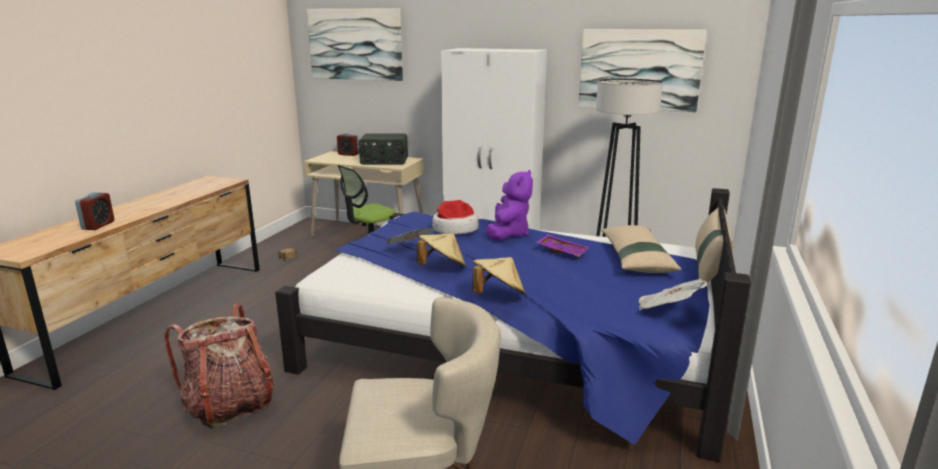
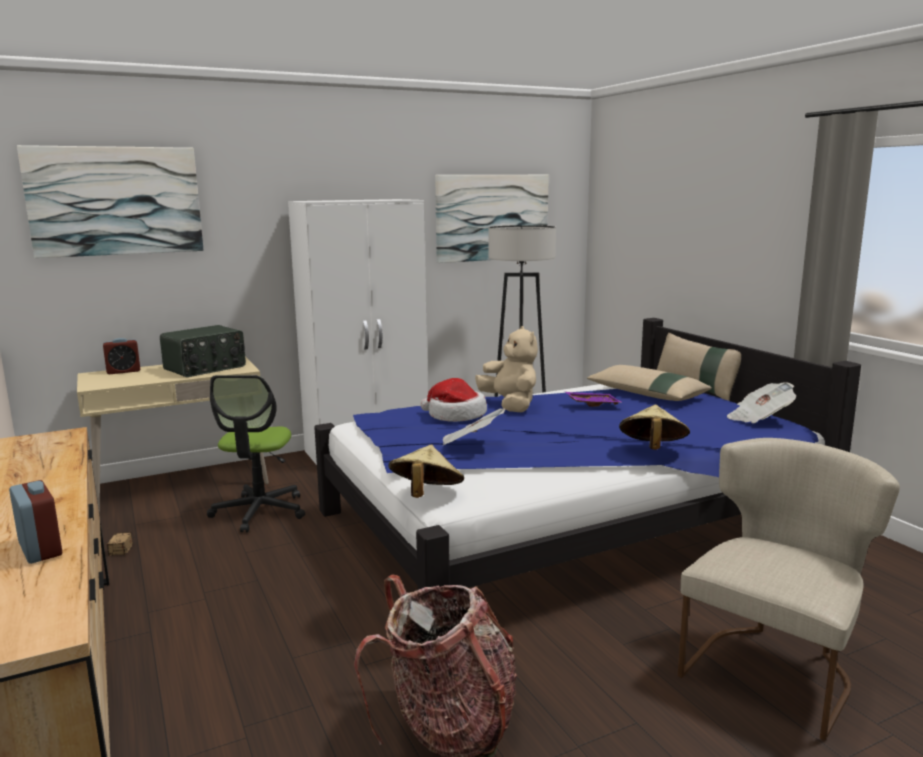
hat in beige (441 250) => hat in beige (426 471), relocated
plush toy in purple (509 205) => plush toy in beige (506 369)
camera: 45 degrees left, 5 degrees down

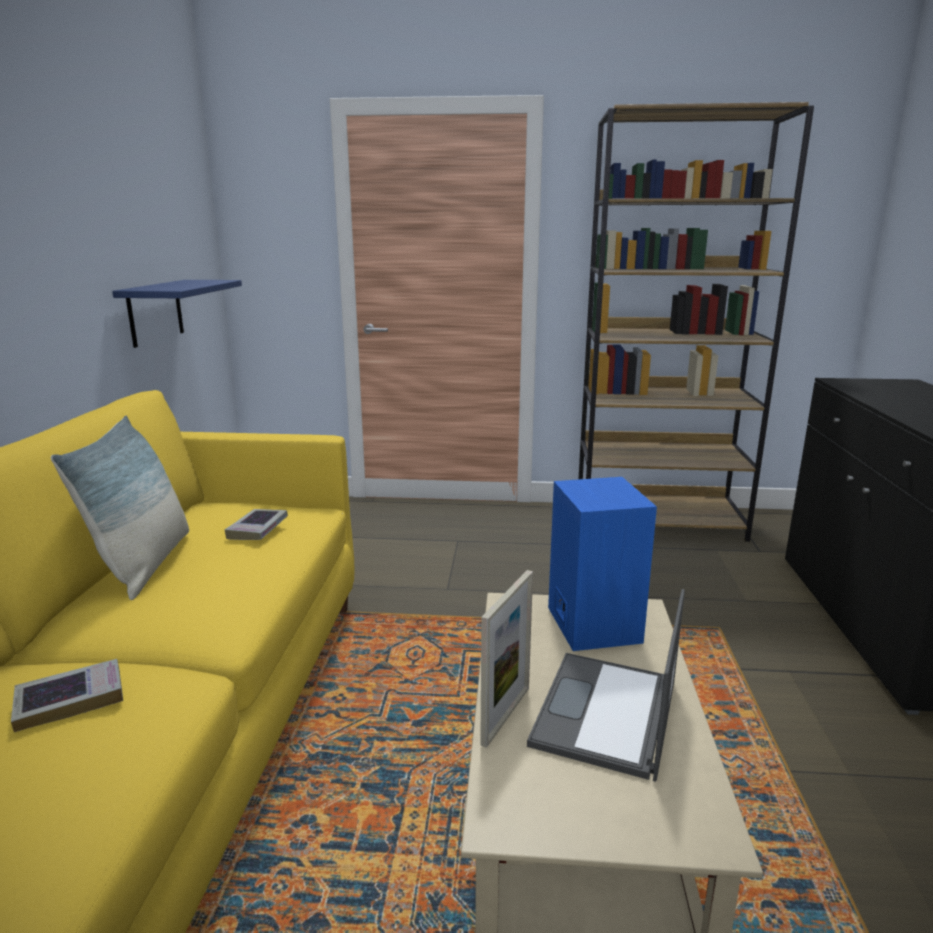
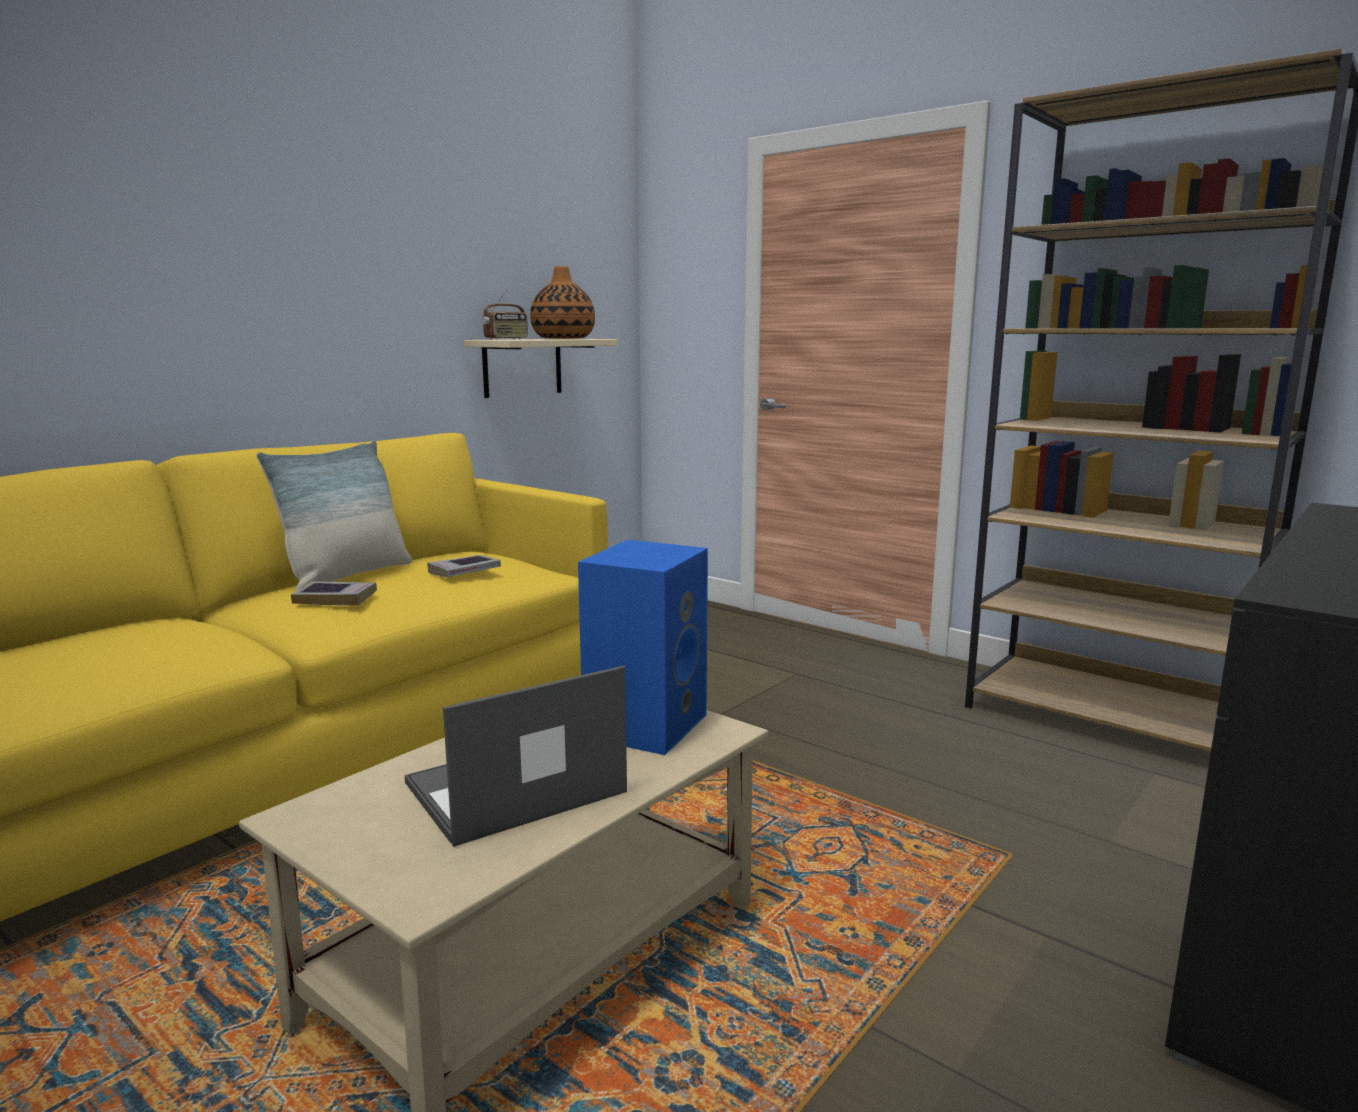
book (67 695) => book (334 593), relocated
shelf in blue (177 314) => shelf in beige (541 368)
nothing => radio (505 314)
nothing => vase (562 302)
picture frame (506 659) => nothing
camera: 35 degrees right, 5 degrees down

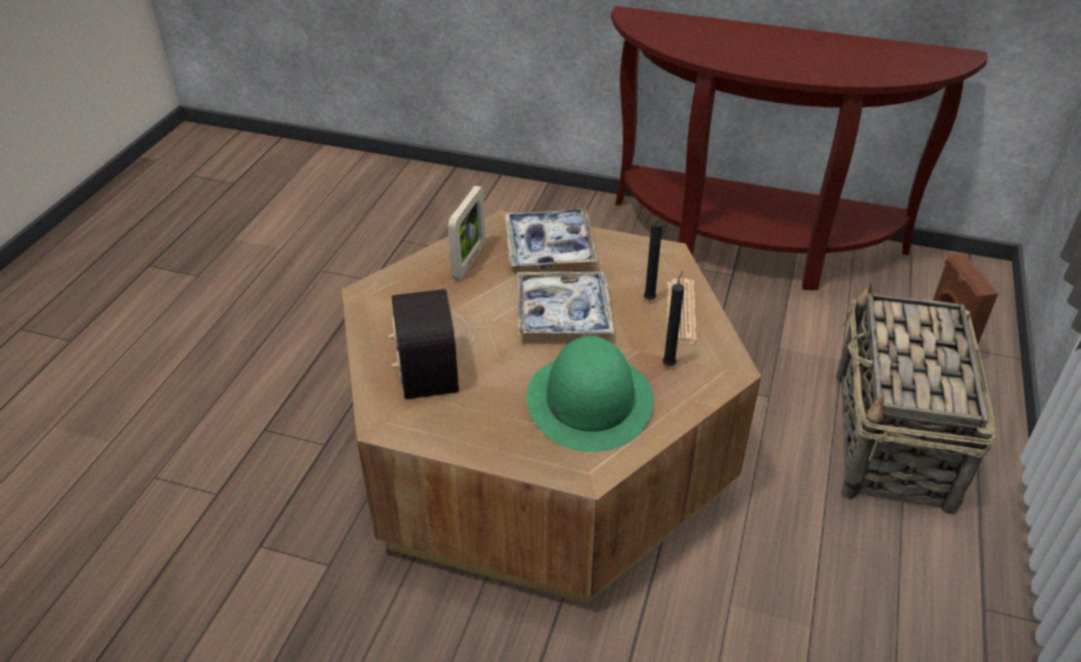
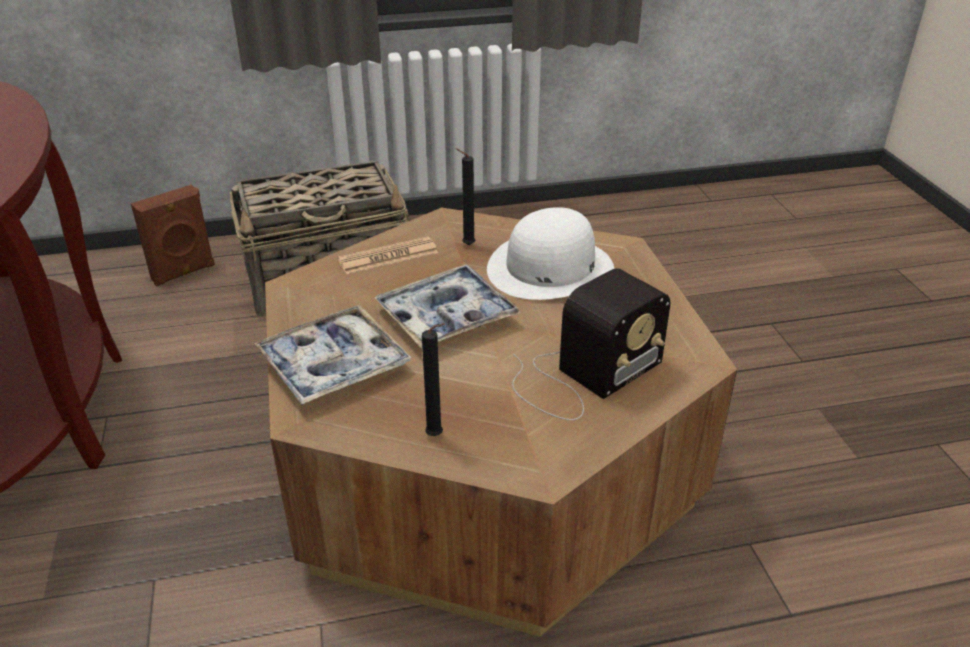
candle in black (653 259) => candle in black (433 379), relocated
hat in green (590 394) => hat in white (550 253)
picture frame (467 233) => nothing
camera: 120 degrees left, 5 degrees down

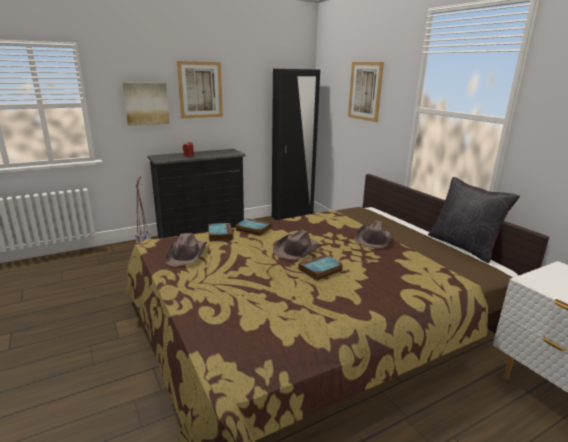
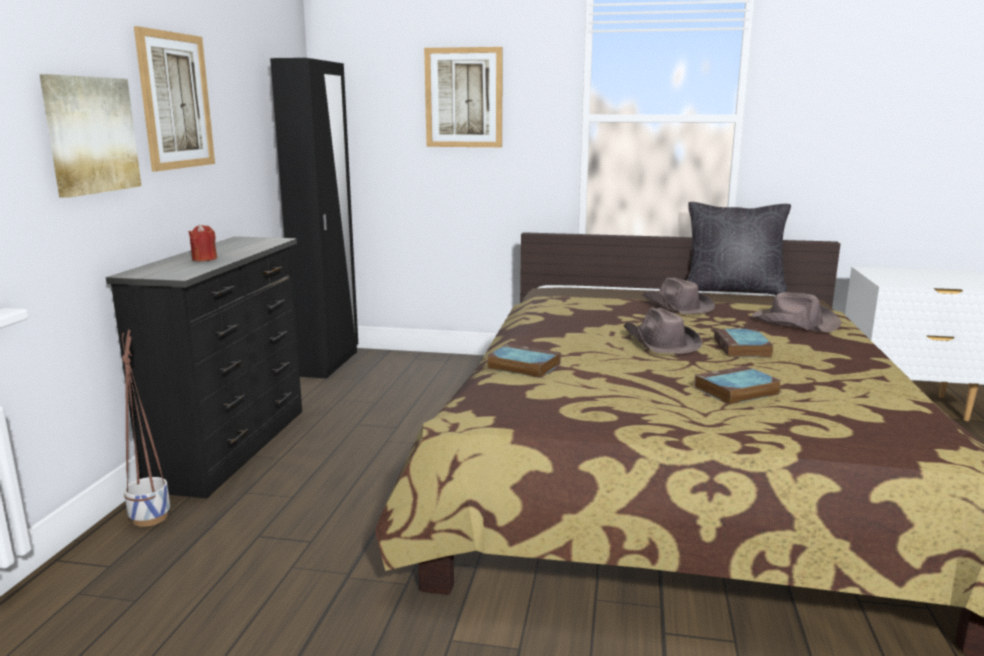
book (253 227) => book (738 385), relocated
hat in brown (186 249) => hat in brown (797 312), relocated
camera: 50 degrees left, 5 degrees down

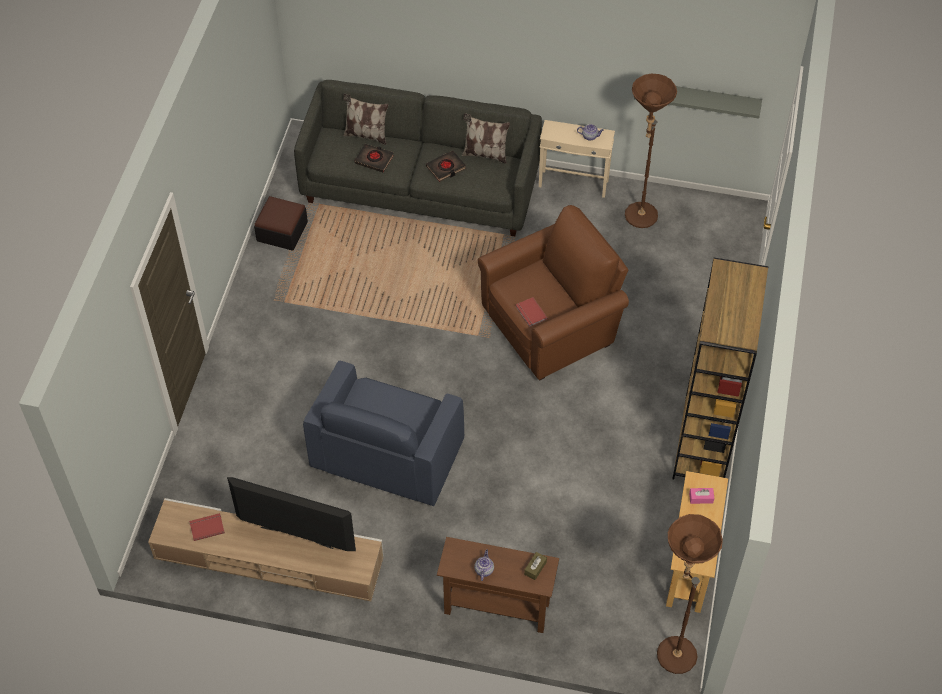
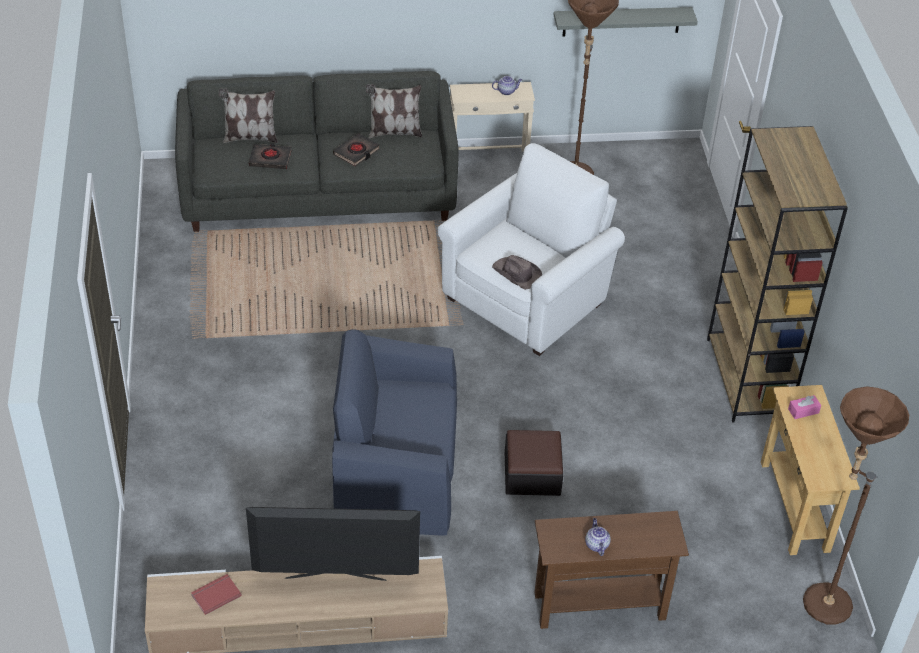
armchair in blue (383 433) => armchair in blue (394 432), 90 degrees clockwise
armchair in brown (553 293) => armchair in white (531 249)
book in red (531 312) => hat in brown (517 272)
ottoman (281 223) => ottoman (534 463), relocated
tissue box in brown (535 566) => nothing
camera: 20 degrees left, 10 degrees down

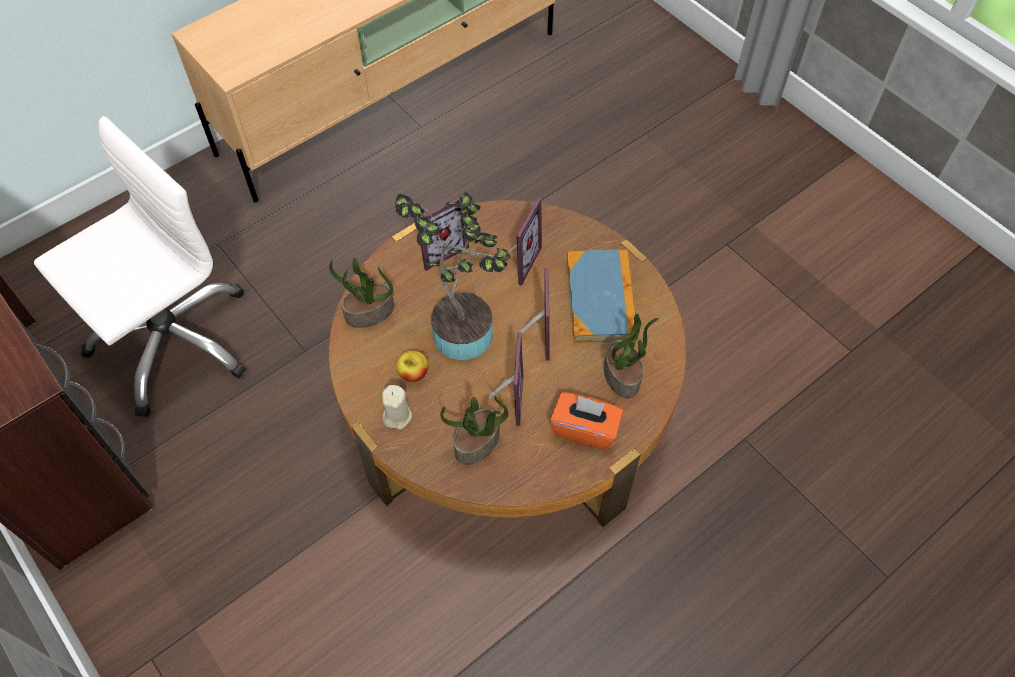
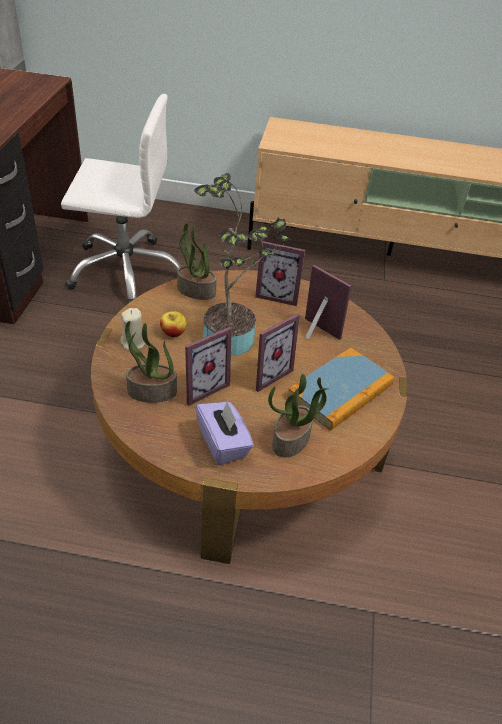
tissue box in orange (586 421) => tissue box in purple (225 432)
picture frame (525 241) => picture frame (328 302), 120 degrees counterclockwise
camera: 45 degrees right, 15 degrees down

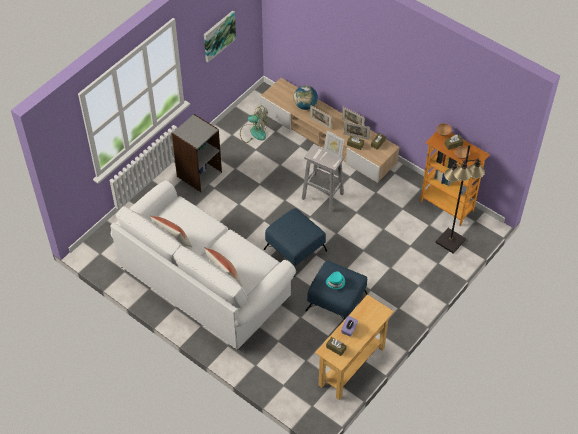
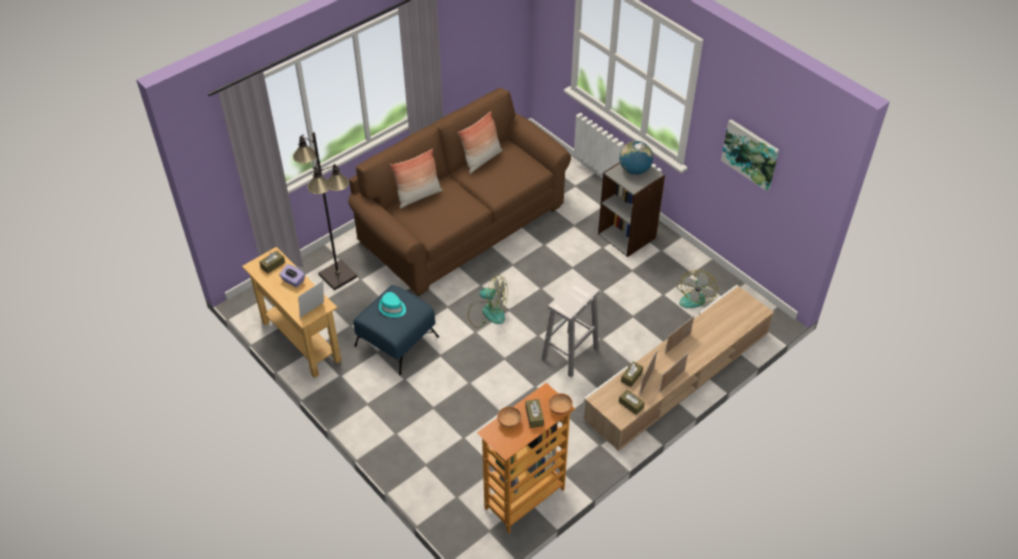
floor lamp in black (460 199) => floor lamp in black (325 211), relocated
picture frame (334 144) => picture frame (311 299), relocated
sofa in white (203 265) => sofa in brown (459 192)
ottoman in blue (295 242) => fan (487 301)
globe (306 97) => globe (636 158), relocated
camera: 100 degrees right, 5 degrees down

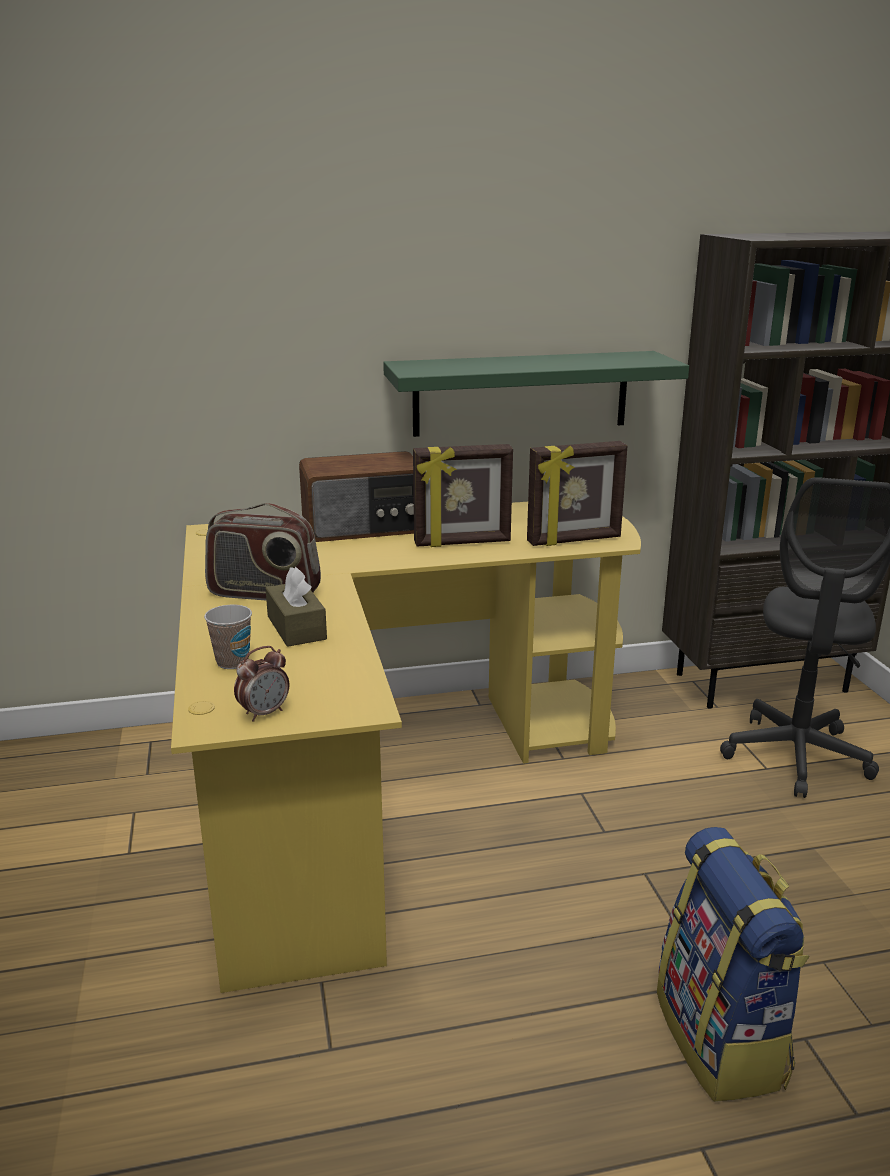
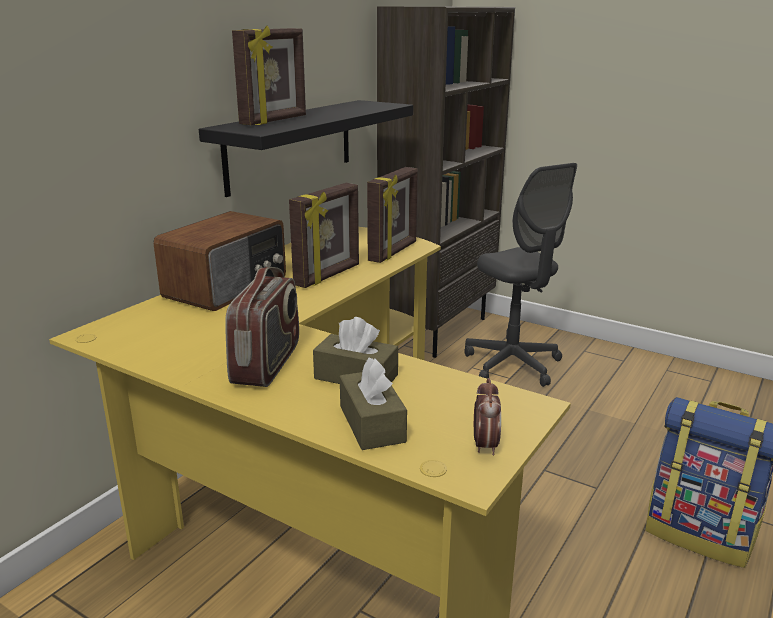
shelf in green (536 394) => shelf in black (306 148)
radio (263 551) => radio (262 327), 45 degrees counterclockwise
nothing => picture frame (269 75)
cup (228 637) => tissue box in brown (373 403)
camera: 45 degrees left, 0 degrees up

